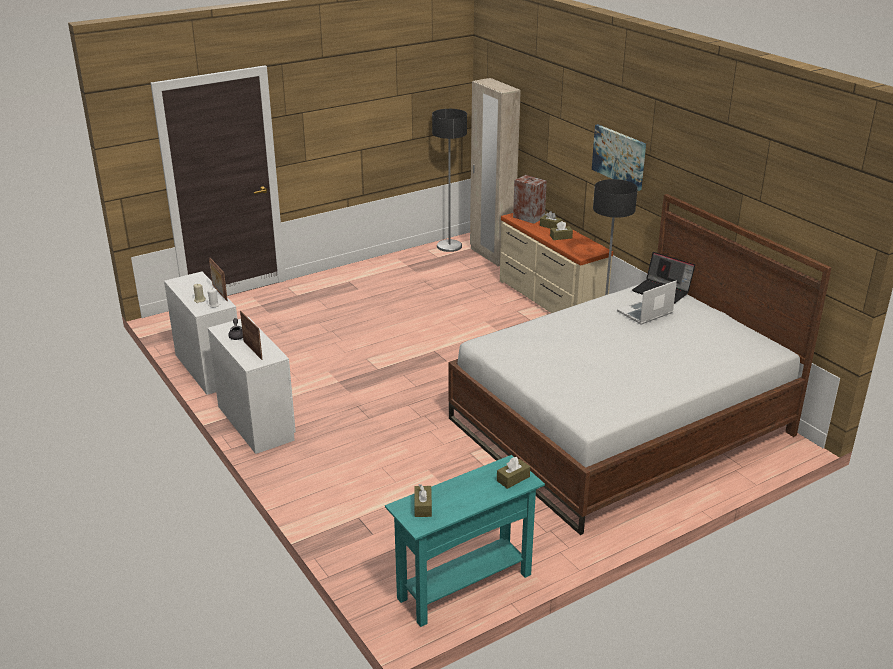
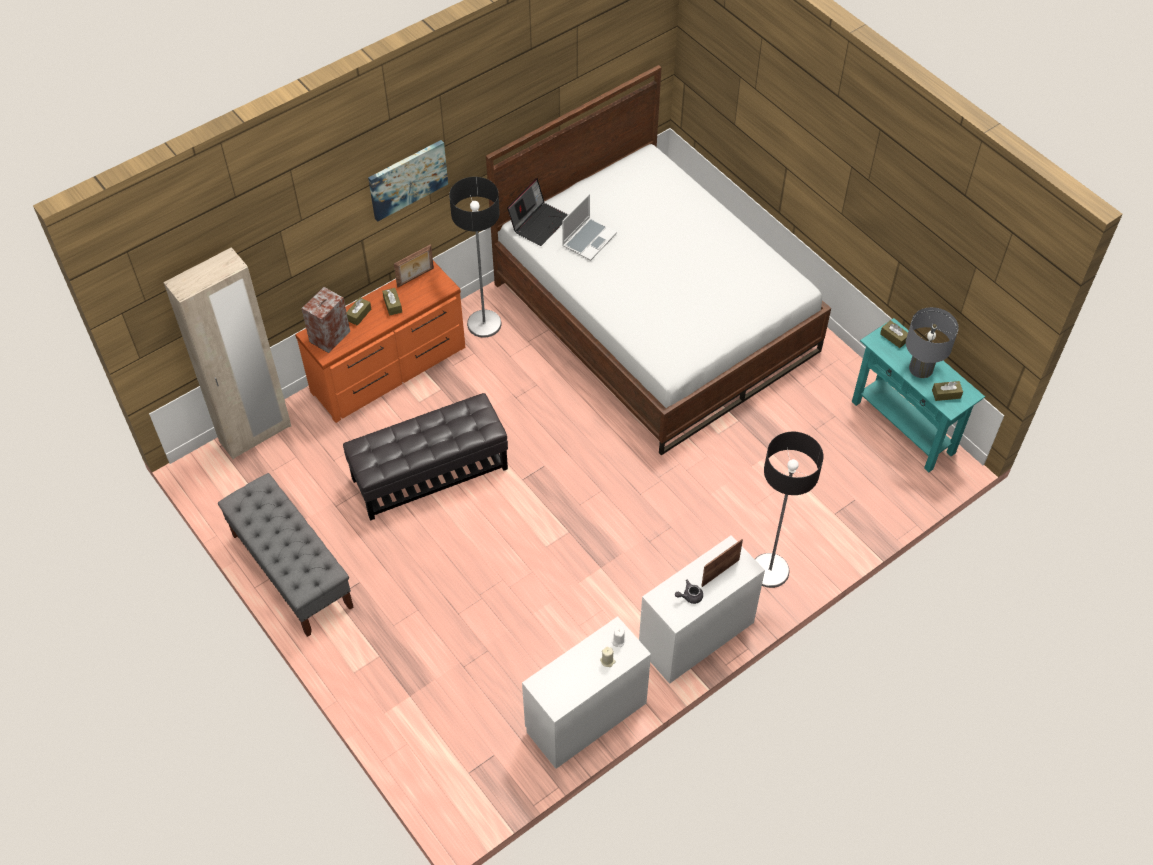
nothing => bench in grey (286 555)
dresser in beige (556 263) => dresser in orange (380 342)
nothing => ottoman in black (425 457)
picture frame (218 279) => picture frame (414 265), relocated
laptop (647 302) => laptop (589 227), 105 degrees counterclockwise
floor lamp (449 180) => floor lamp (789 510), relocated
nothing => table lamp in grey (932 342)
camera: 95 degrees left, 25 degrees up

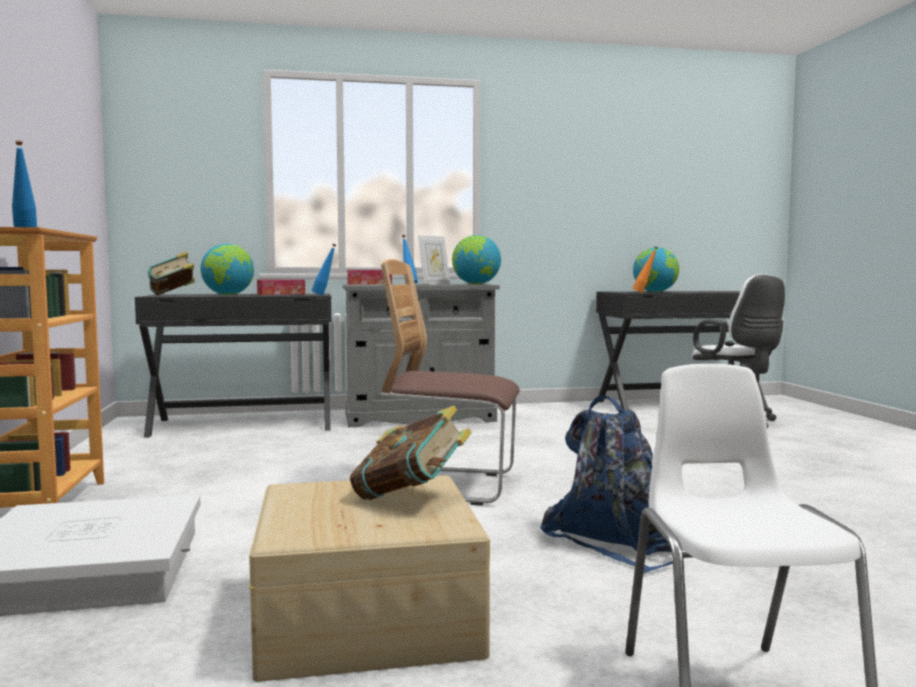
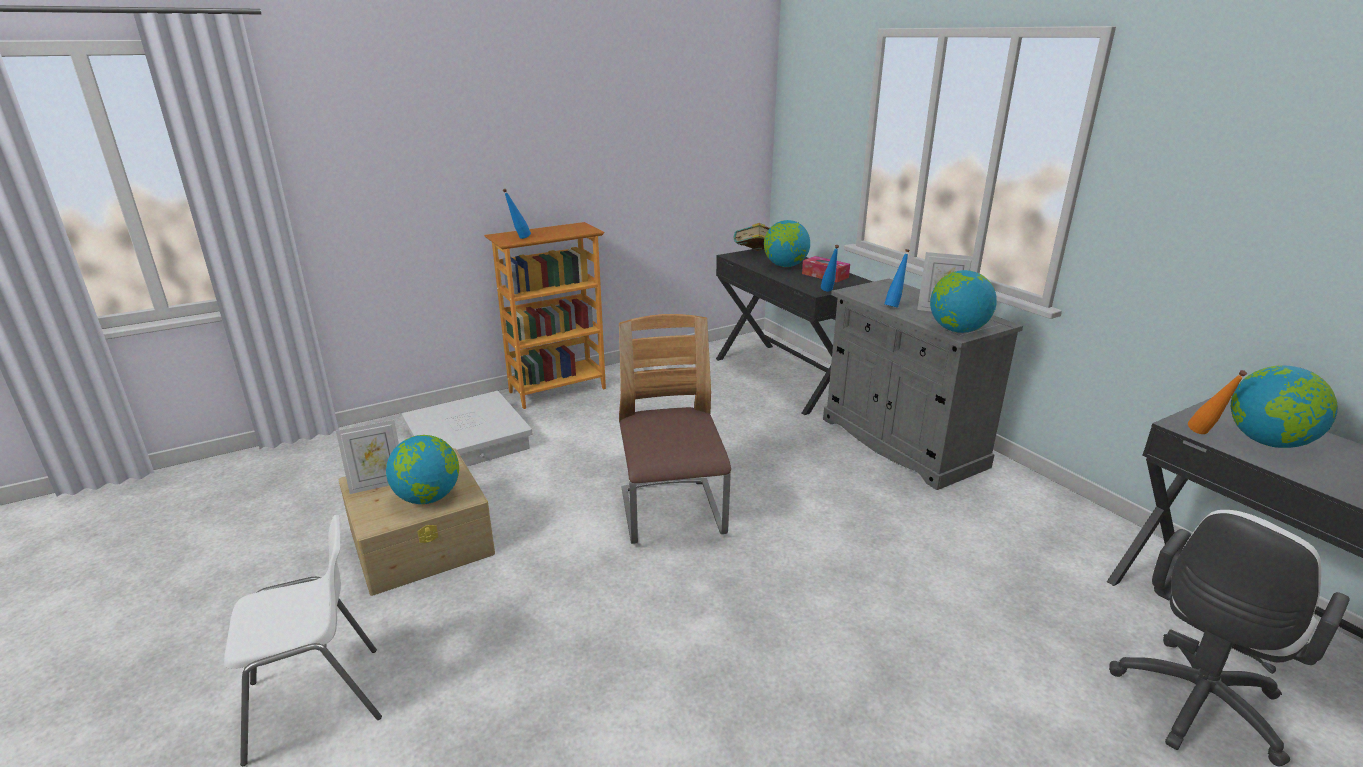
nothing => picture frame (367 457)
book (411 453) => globe (422 469)
tissue box (369 277) => nothing
backpack in blue (612 484) => nothing
camera: 70 degrees right, 20 degrees up

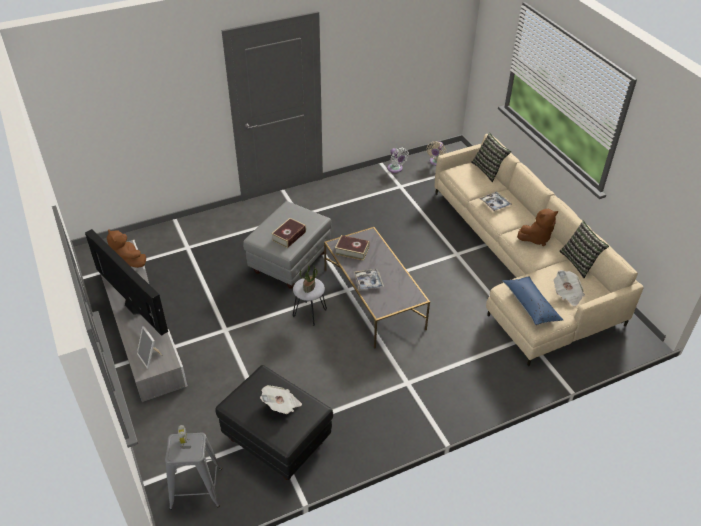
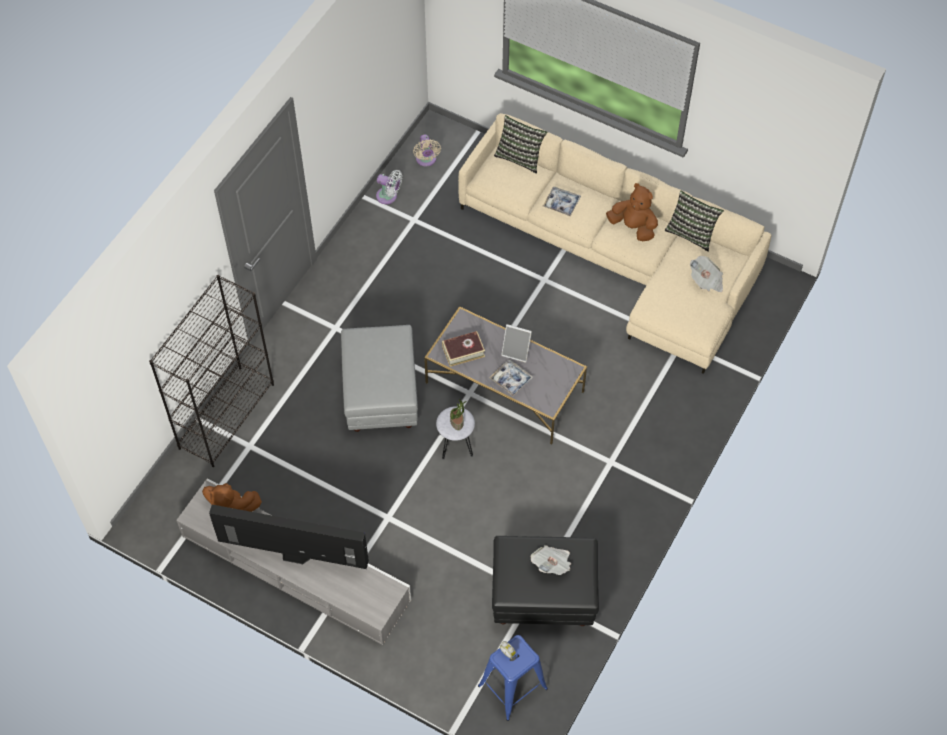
nothing => bookcase in black (211 371)
stool in grey (193 471) => stool in blue (513 678)
picture frame (149 347) => picture frame (516 343), relocated
plush toy in brown (537 227) => plush toy in brown (632 212), 90 degrees counterclockwise
book (288 233) => nothing
pillow in blue (532 300) => nothing
camera: 35 degrees left, 15 degrees up

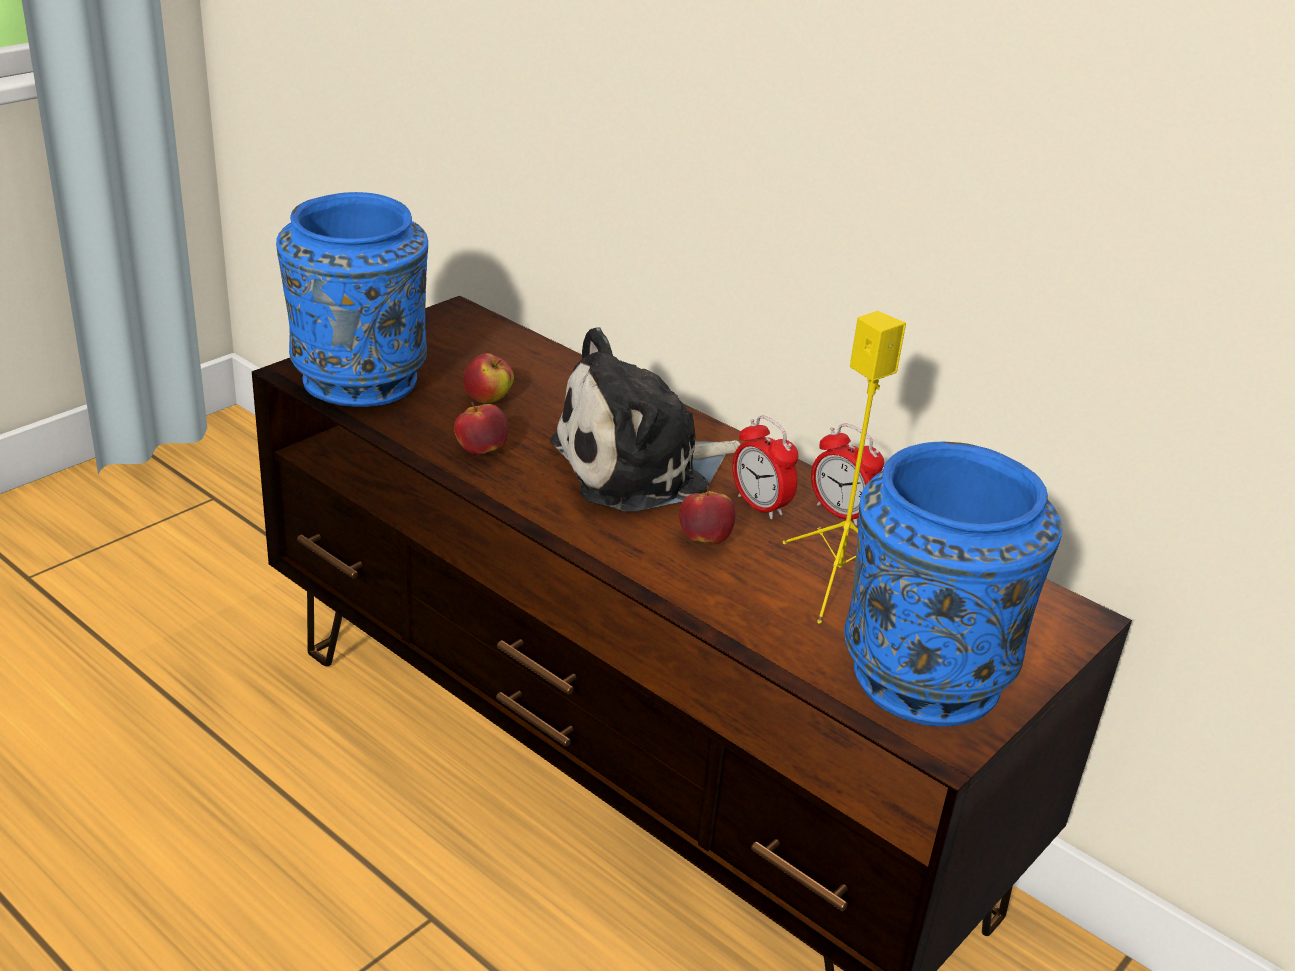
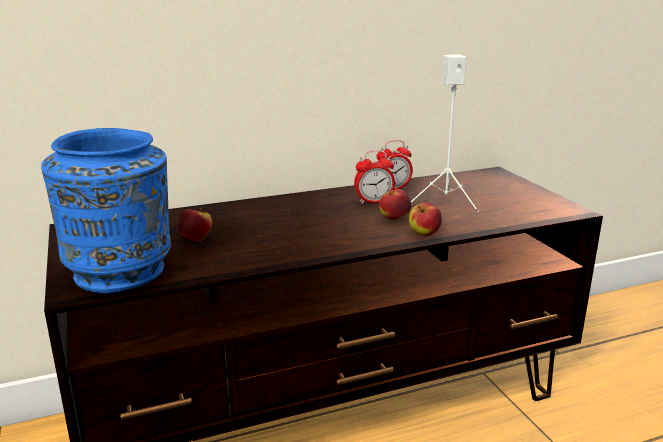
apple (481 428) => apple (425 219), relocated
speaker in yellow (844 467) => speaker in white (445 133)
plush toy (645 419) => nothing
vase in blue (953 584) => nothing
camera: 60 degrees left, 10 degrees down

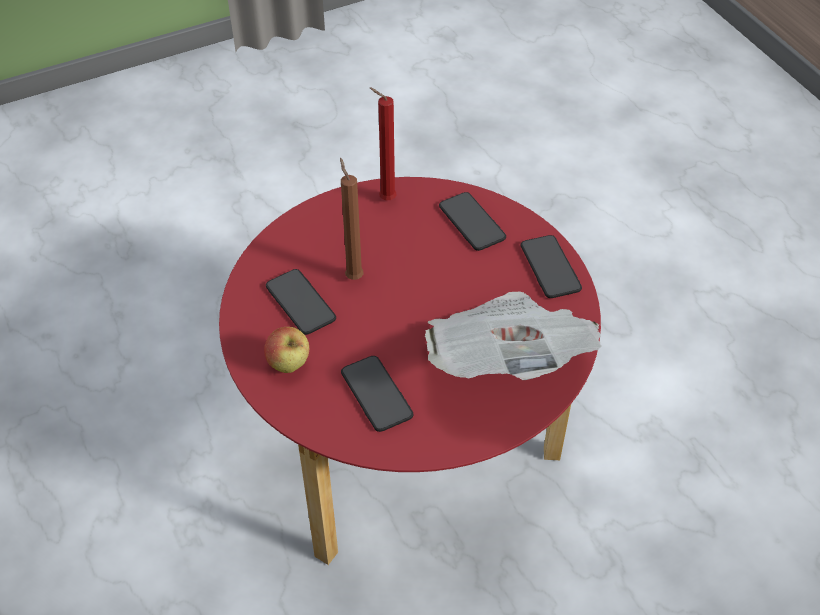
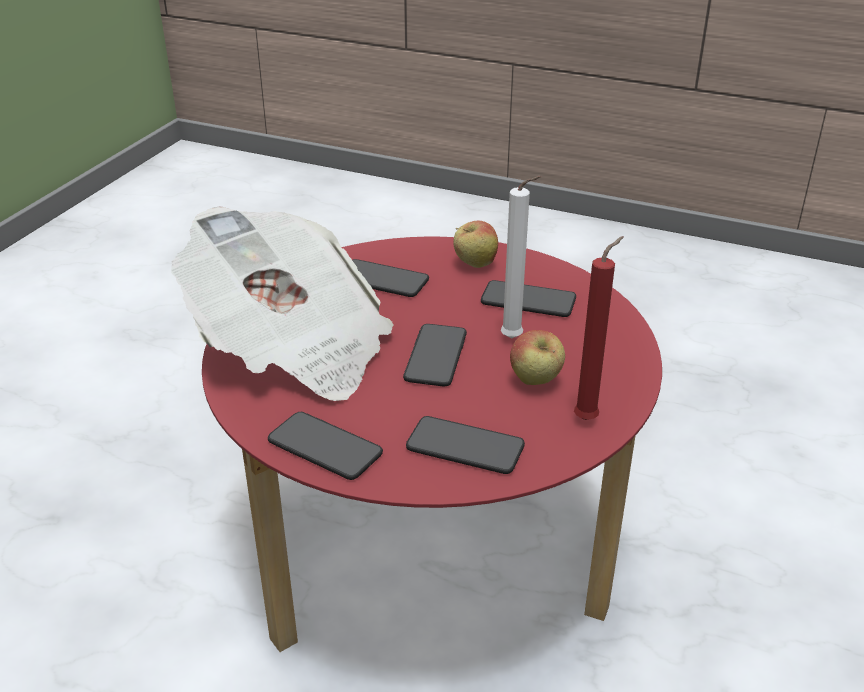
nothing => phone (435 355)
candle in brown (352 219) => candle in white (521 257)
nothing => apple (537 357)
camera: 140 degrees right, 15 degrees down

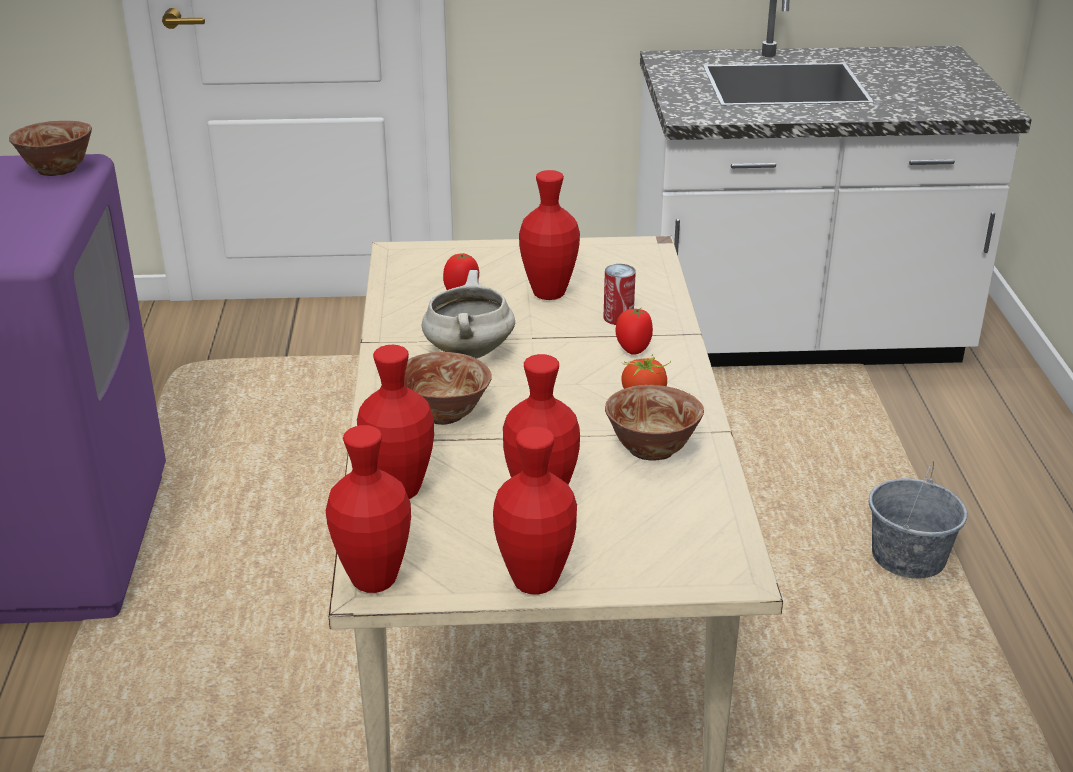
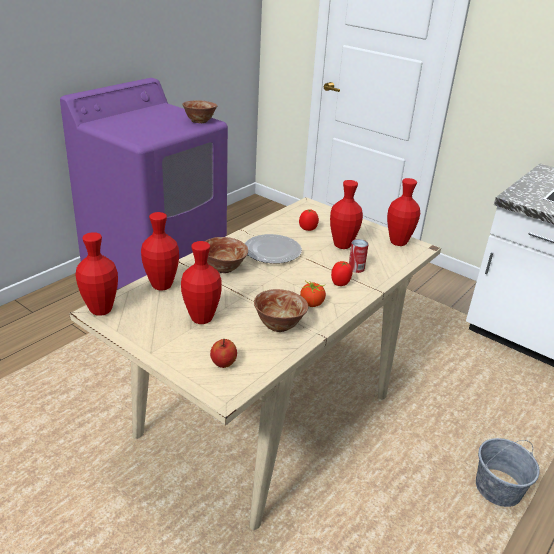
nothing => apple (223 353)
cooking pot in white (468 314) => plate (273 249)
vase in red (535 511) => vase in red (403 212), relocated
camera: 40 degrees right, 0 degrees up

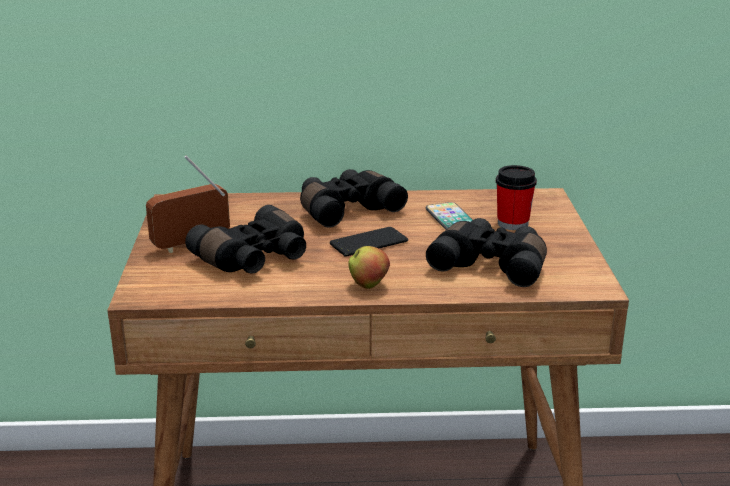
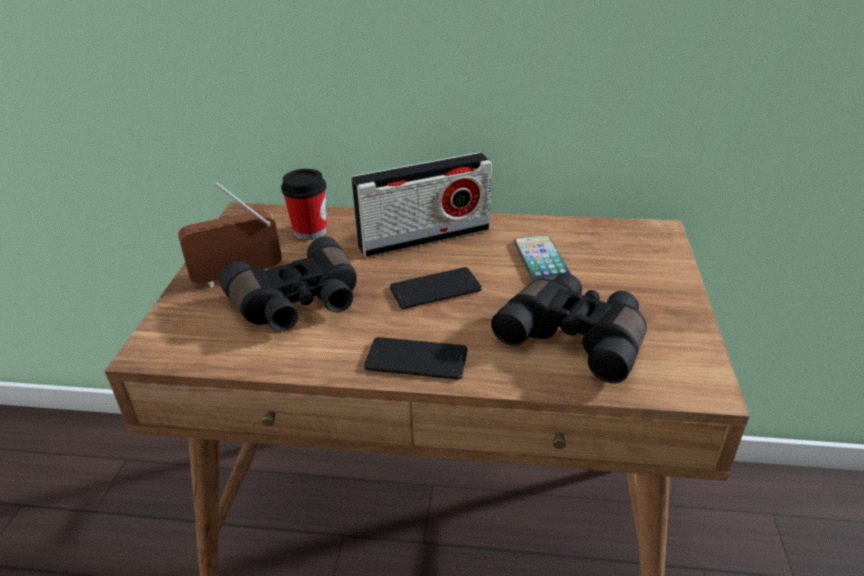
cup (516 197) => cup (304 204), relocated
binoculars in black (354 198) => radio (421 204)
apple (369 267) => phone (415 358)
camera: 10 degrees right, 10 degrees up

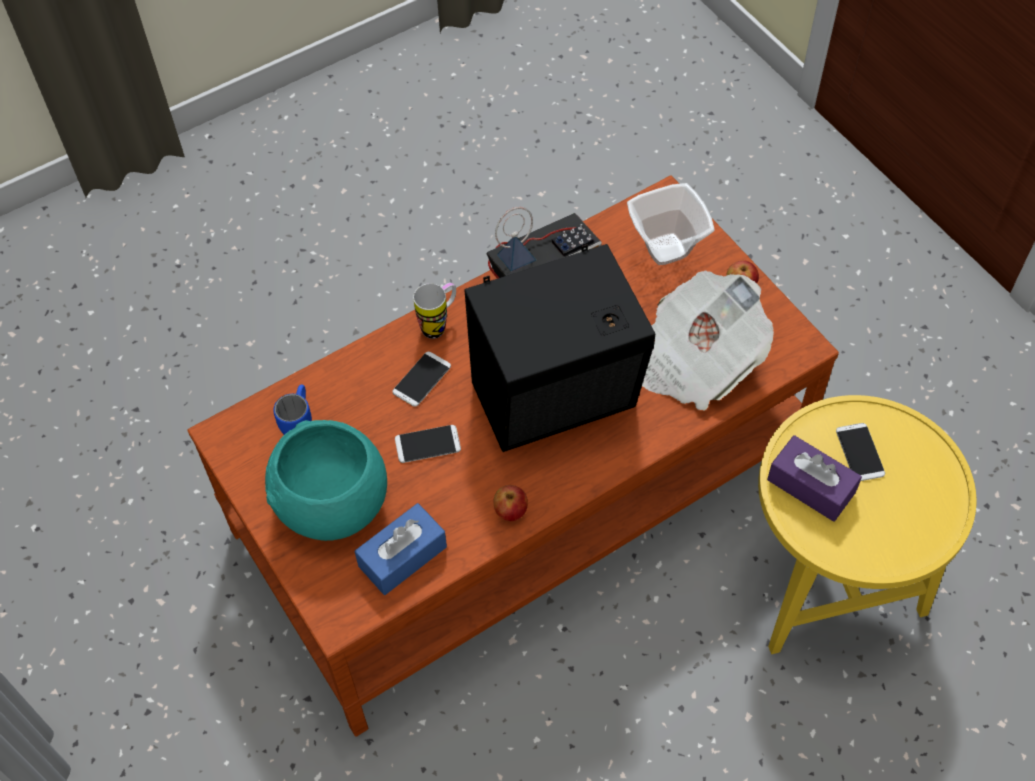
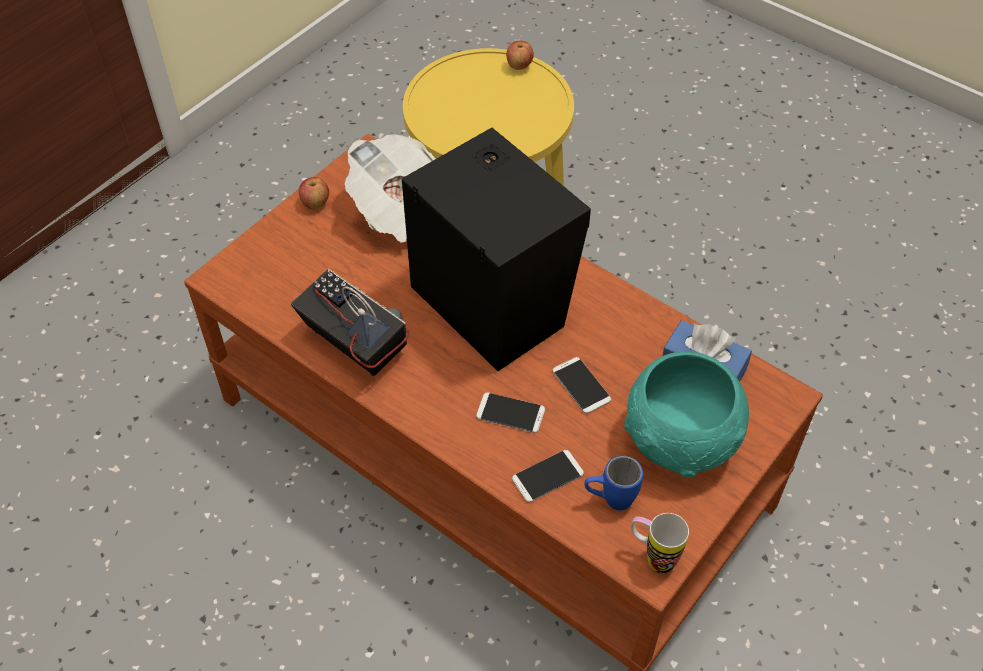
apple (510 503) => apple (520 55), relocated
phone (860 452) => phone (548 476), relocated
mug (434 311) => mug (660 543), relocated
bowl (671 224) => nothing
tissue box in purple (814 478) => nothing
camera: 110 degrees left, 5 degrees down

